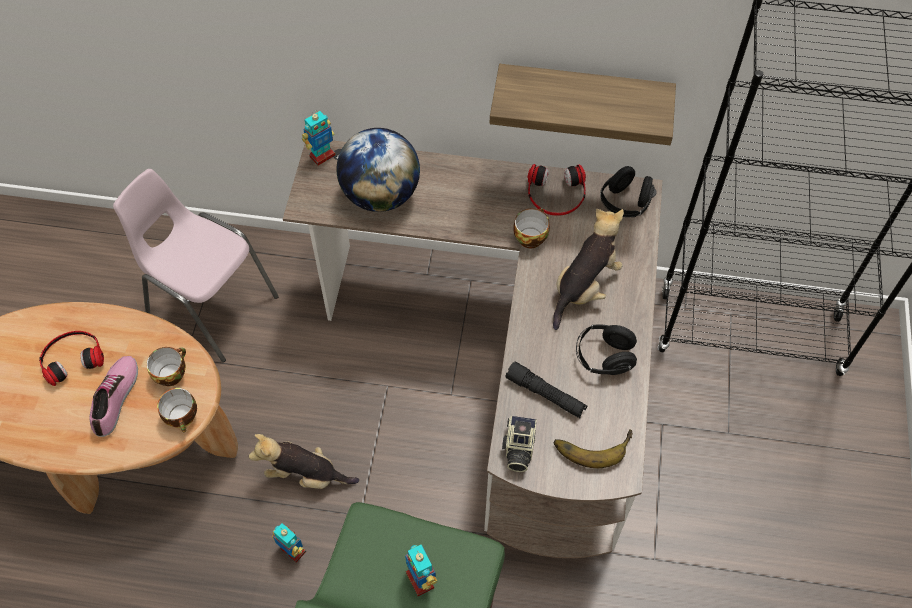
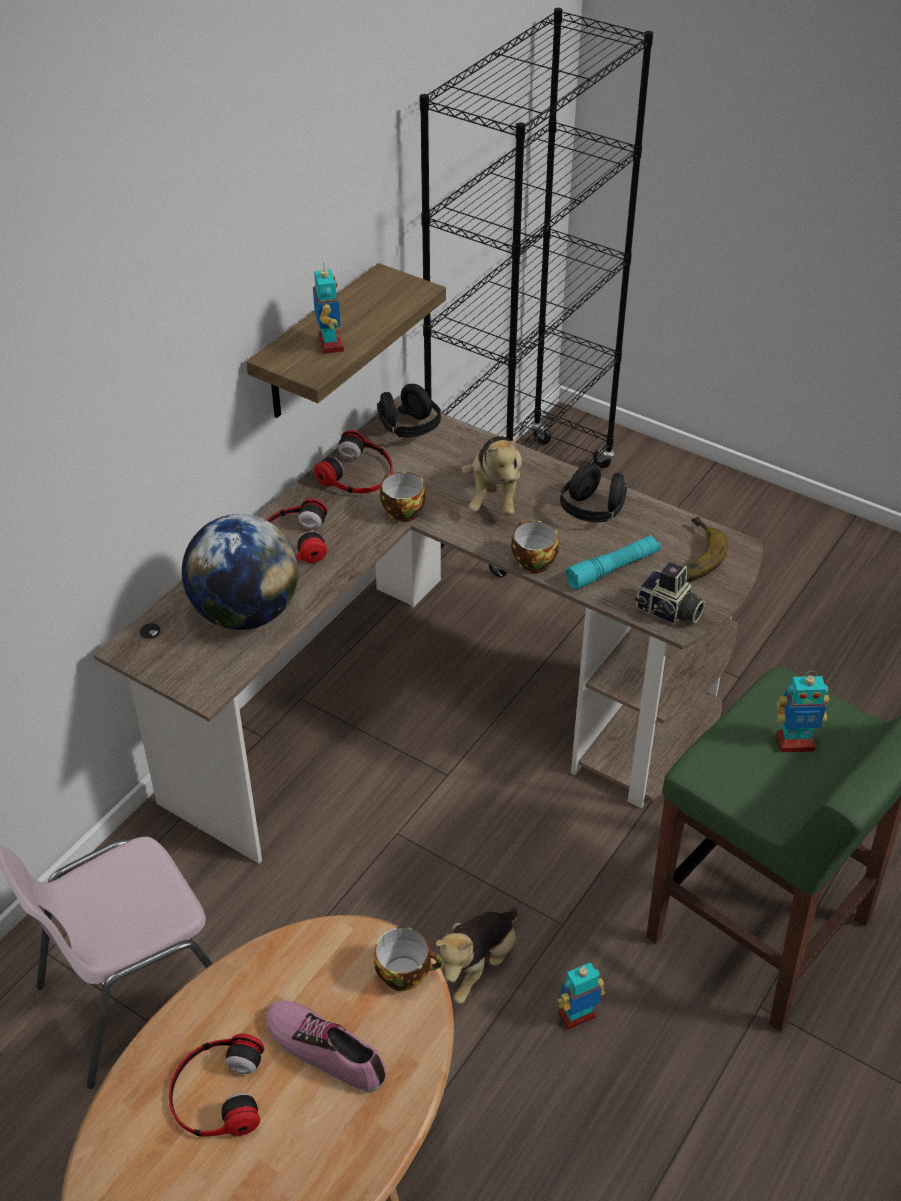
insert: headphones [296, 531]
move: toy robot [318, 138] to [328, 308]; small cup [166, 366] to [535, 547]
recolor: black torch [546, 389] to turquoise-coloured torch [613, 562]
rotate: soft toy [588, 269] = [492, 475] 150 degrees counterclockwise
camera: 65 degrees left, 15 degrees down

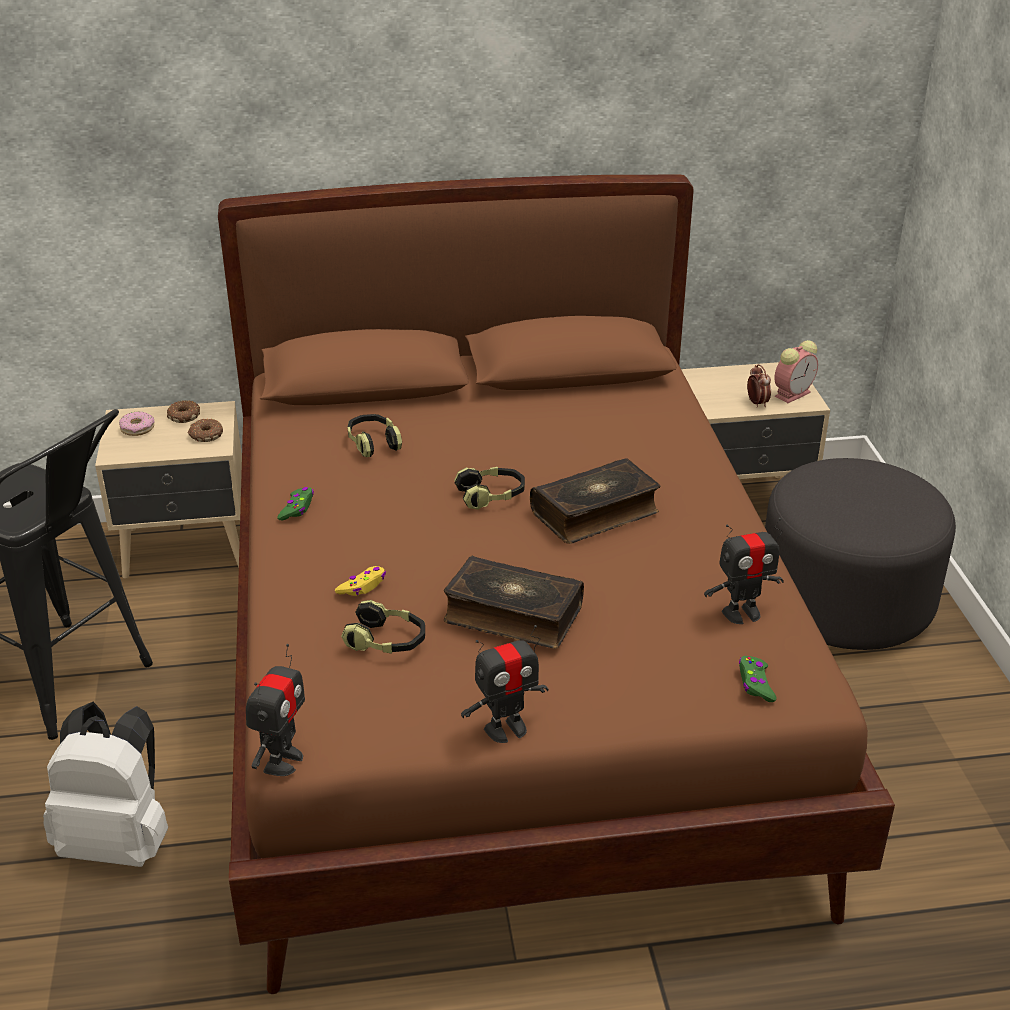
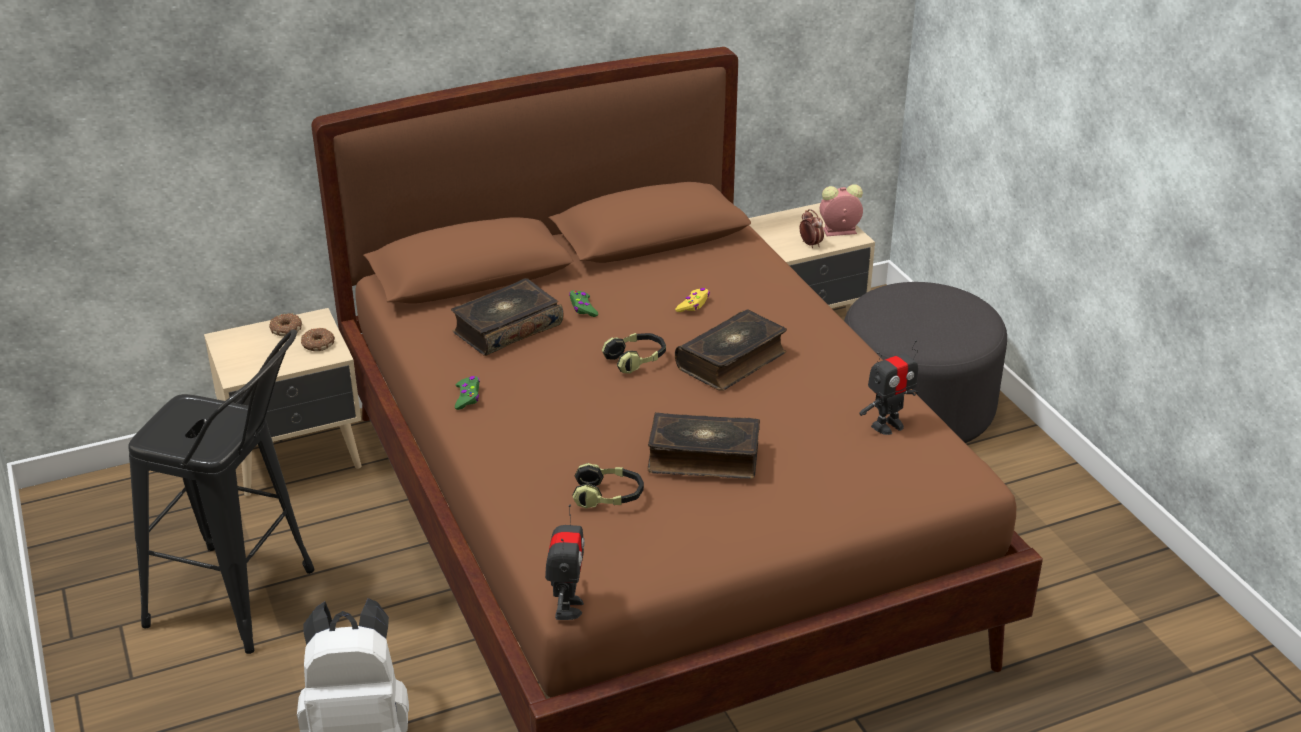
delete: ring doughnut [136, 424]; toy robot [504, 684]
move: yellow-coloured joypad [360, 581] to [692, 300]; green joypad [757, 679] to [583, 304]
replace: headphones [375, 435] to book [507, 317]
rotate: alarm clock [796, 371] = [841, 210] 135 degrees counterclockwise
camera: 15 degrees left, 0 degrees up

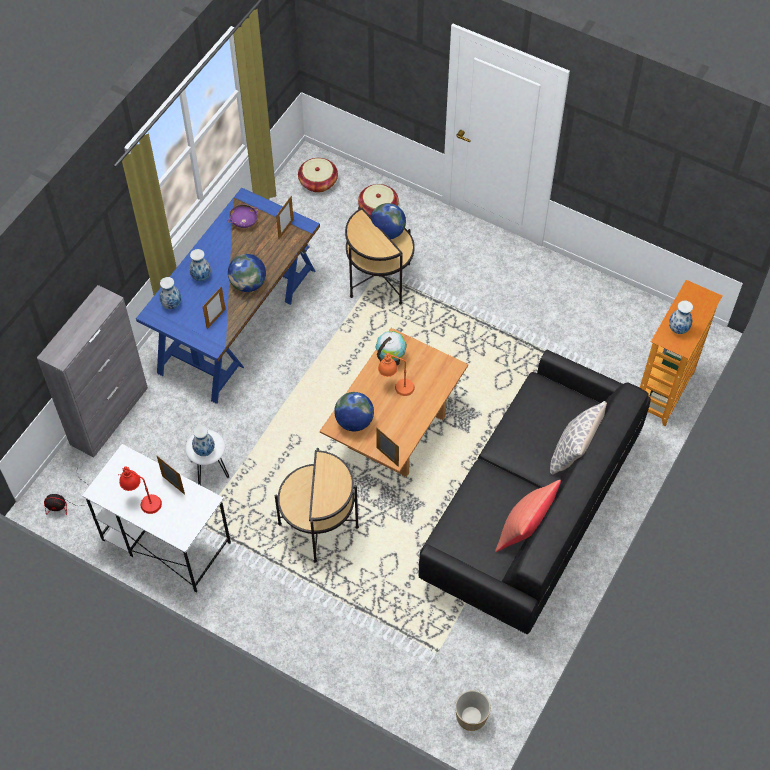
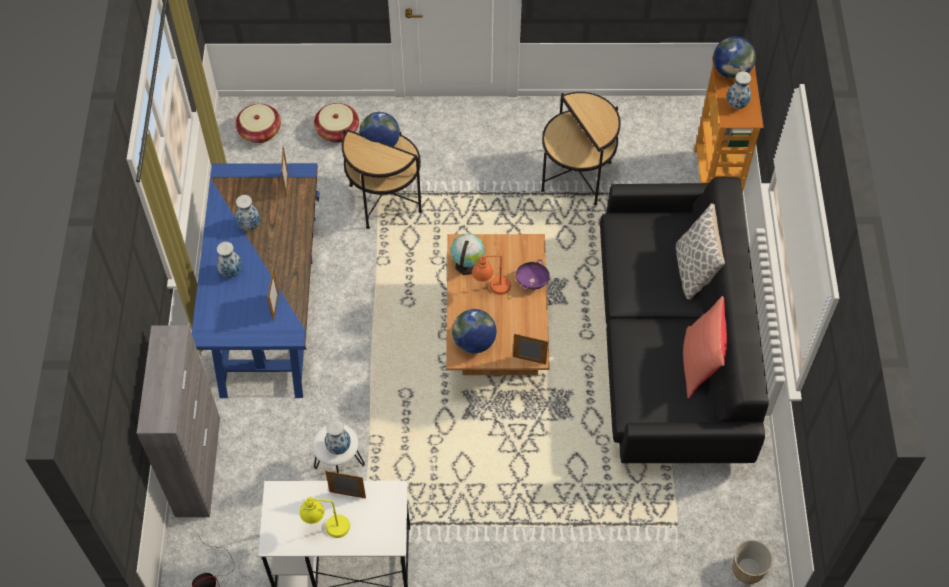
move: purple-coloured bowl [243, 216] to [532, 274]; world globe [247, 273] to [734, 57]; vase [170, 293] to [248, 213]; accent table [317, 505] to [581, 148]
recolor: red-coloured tabletop lamp [140, 490] to yellow-coloured tabletop lamp [325, 517]
camera: 30 degrees left, 0 degrees up

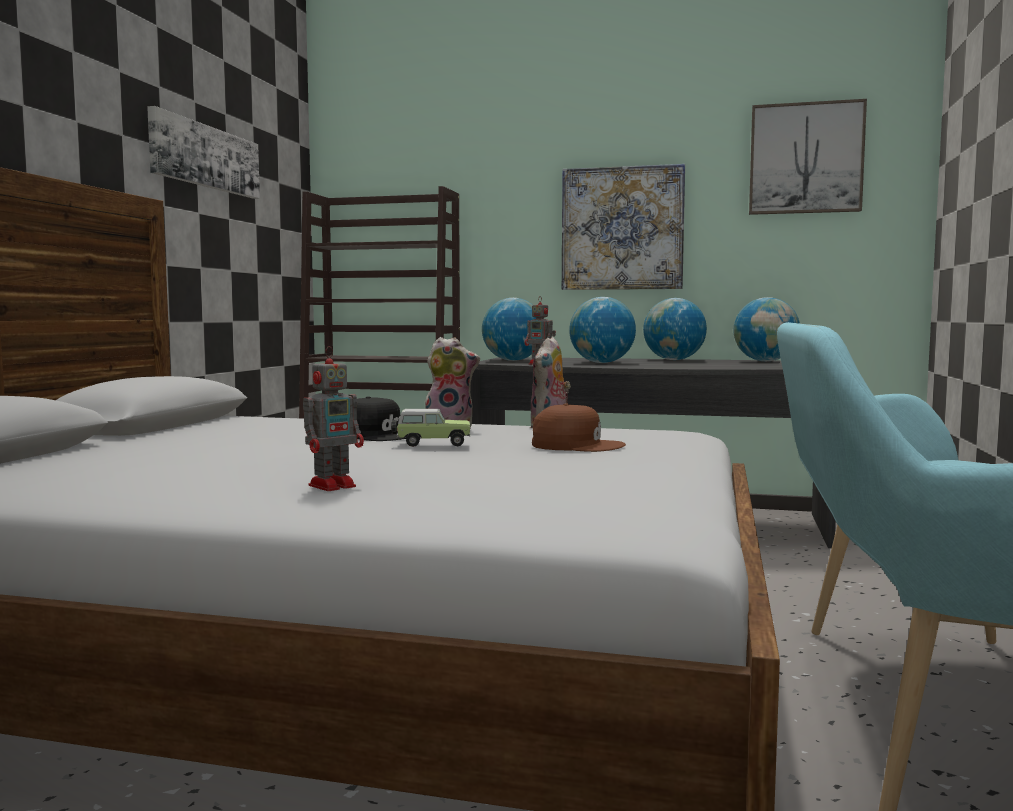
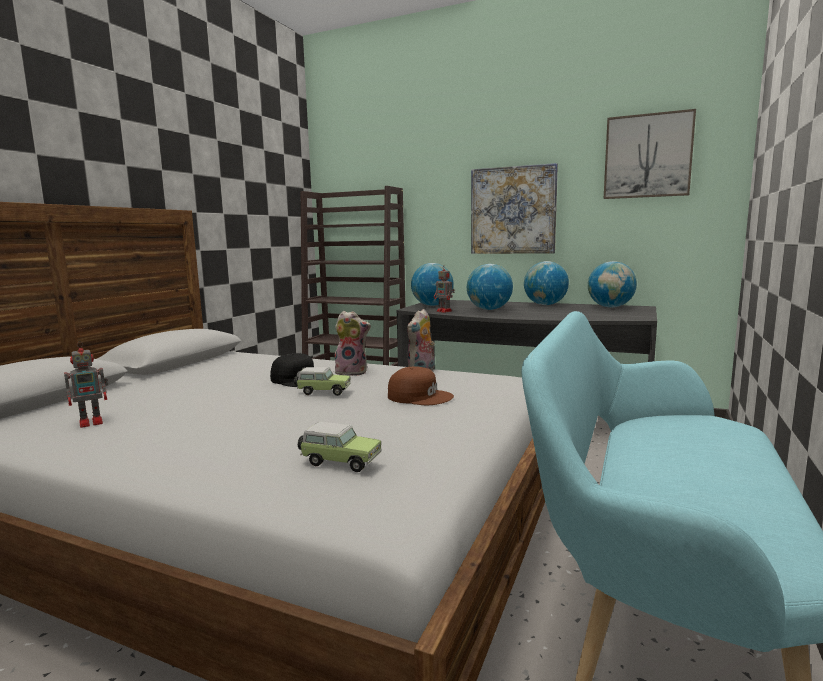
delete: wall picture [203, 152]
insert: toy car [340, 447]
move: toy robot [333, 418] to [86, 384]
camera: 10 degrees right, 5 degrees up

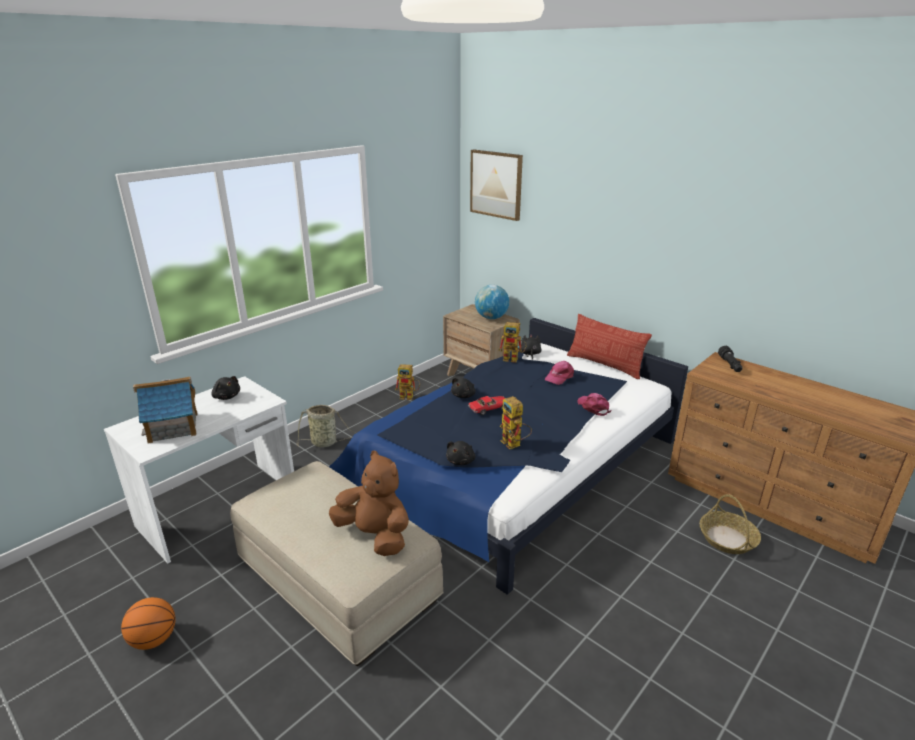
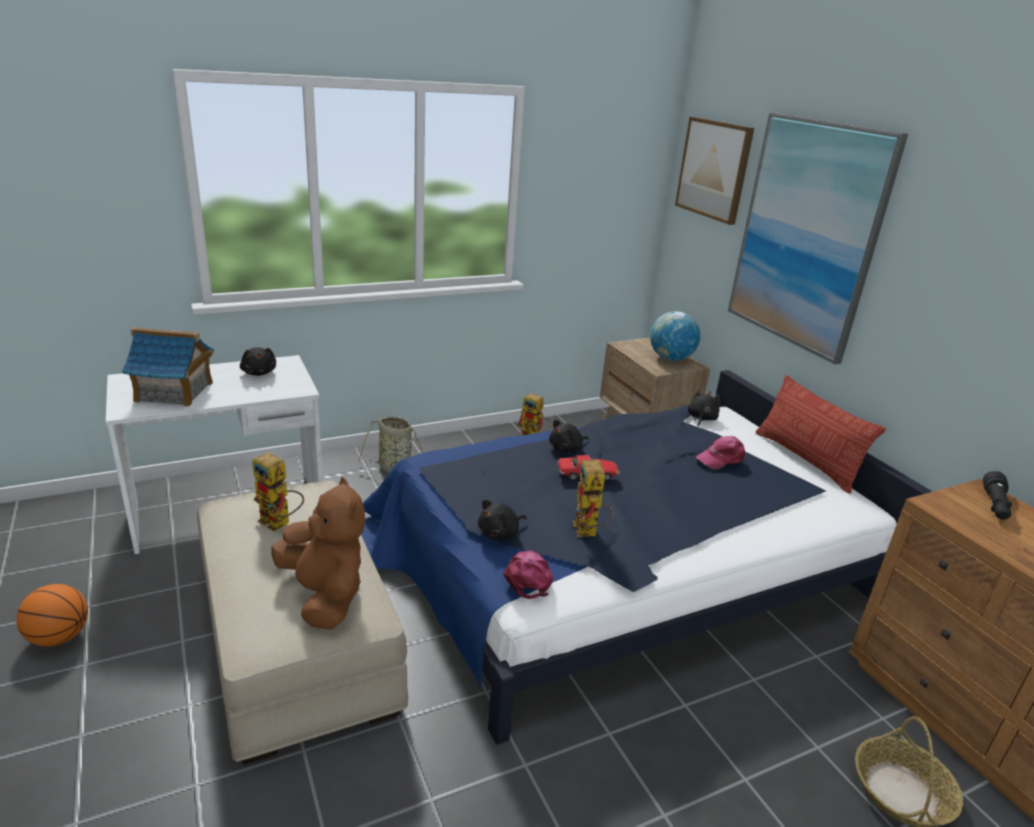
insert: wall picture [818, 238]
move: toy robot [512, 342] to [278, 492]; pinkish baseball cap [594, 404] to [528, 575]
camera: 20 degrees right, 0 degrees up

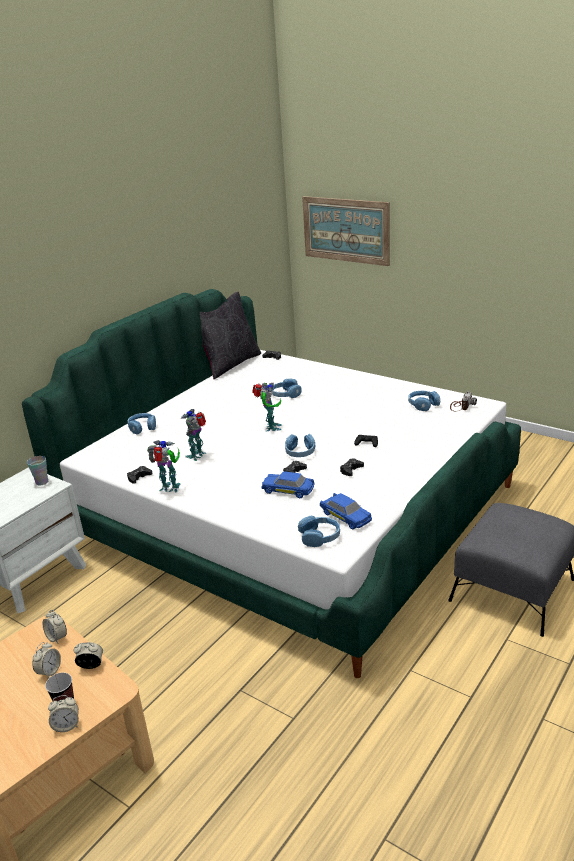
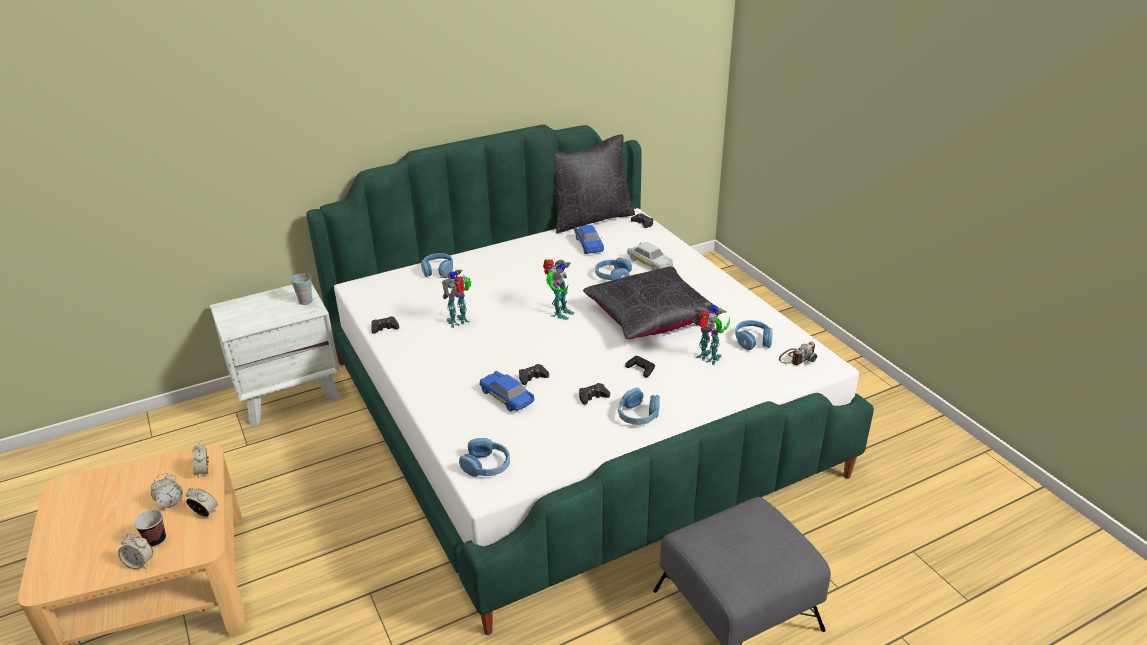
delete: wall picture [346, 231]
insert: white toy car [650, 256]; black cushion [653, 302]
move: bluish headphones [300, 445] to [639, 406]; toy robot [164, 466] to [711, 334]; bluish toy car [346, 511] to [589, 239]
camera: 25 degrees right, 5 degrees up

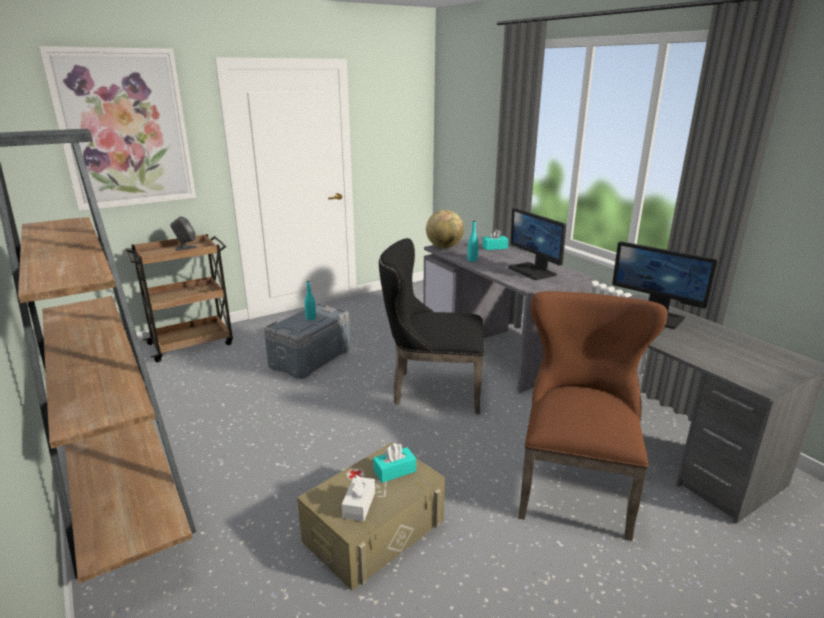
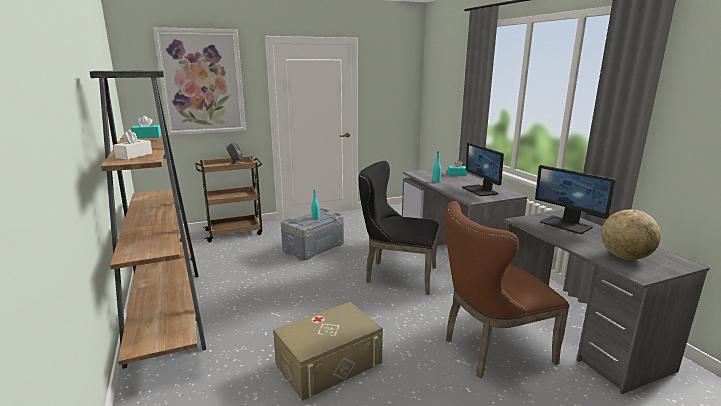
move: world globe [445, 229] to [631, 234]; turquoise-coloured tissue holder [394, 463] to [146, 127]; white tissue holder [358, 498] to [132, 145]
rotate: brown upright chair [593, 416] = [507, 289] 135 degrees counterclockwise
camera: 10 degrees right, 5 degrees down

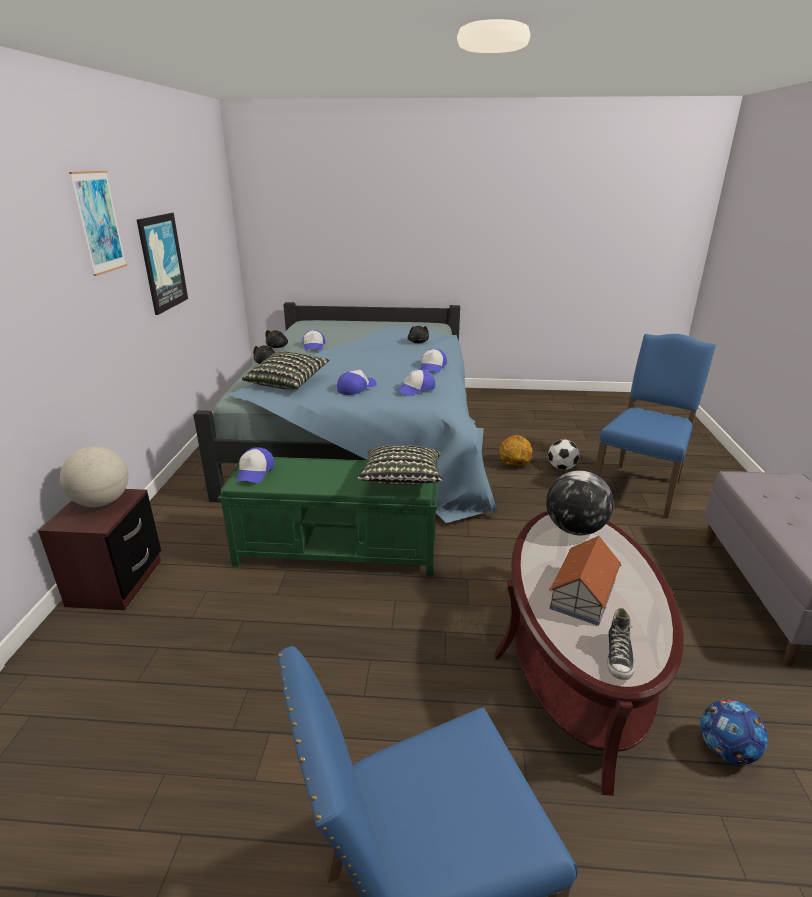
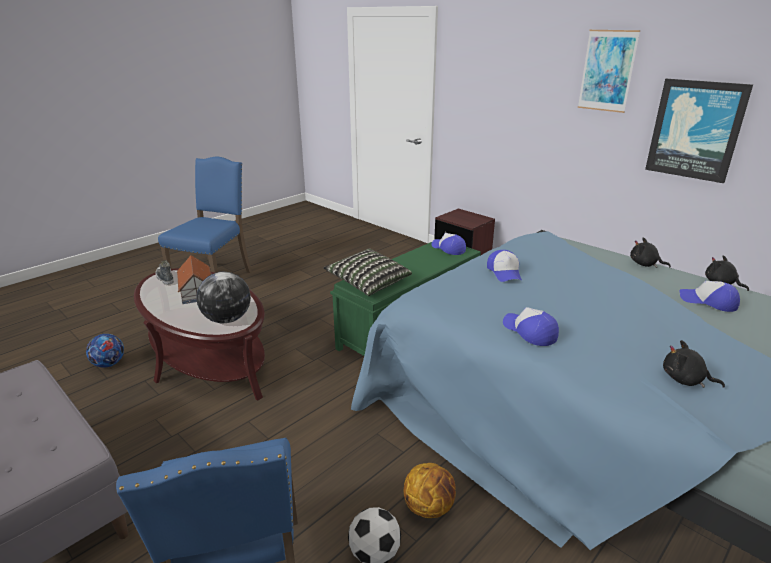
delete: cushion [285, 371]; baseball cap [415, 382]; world globe [94, 477]
camera: 130 degrees right, 0 degrees up

